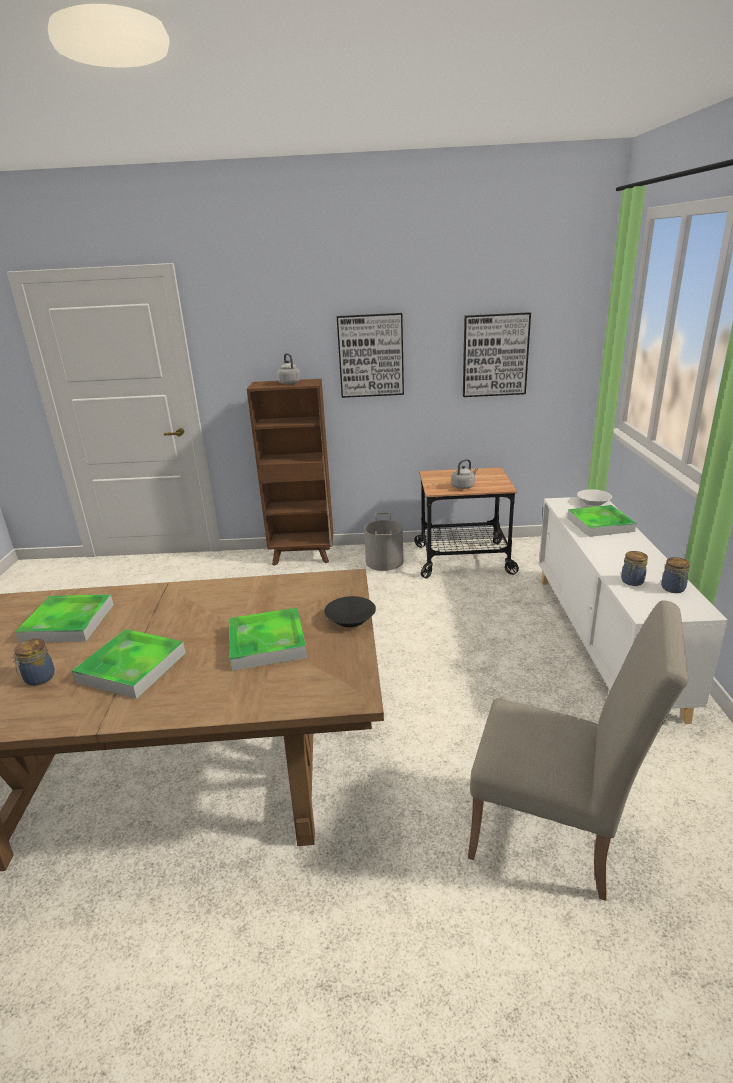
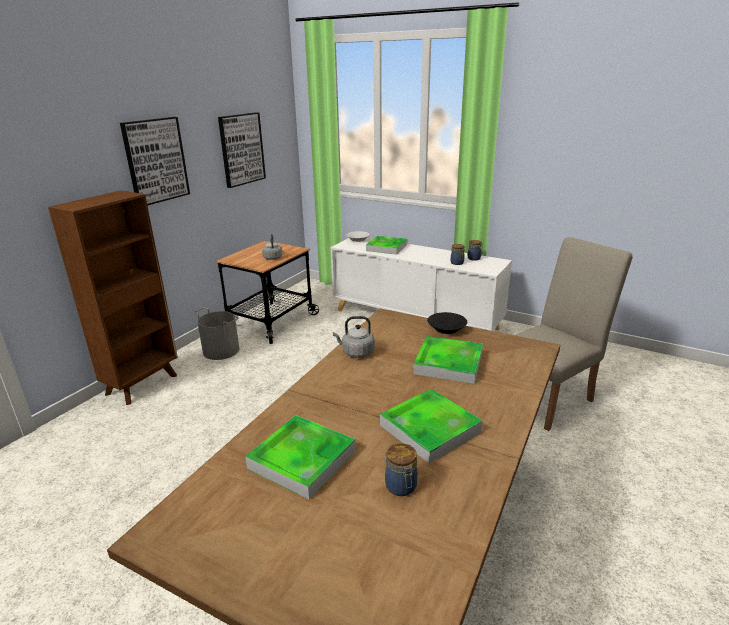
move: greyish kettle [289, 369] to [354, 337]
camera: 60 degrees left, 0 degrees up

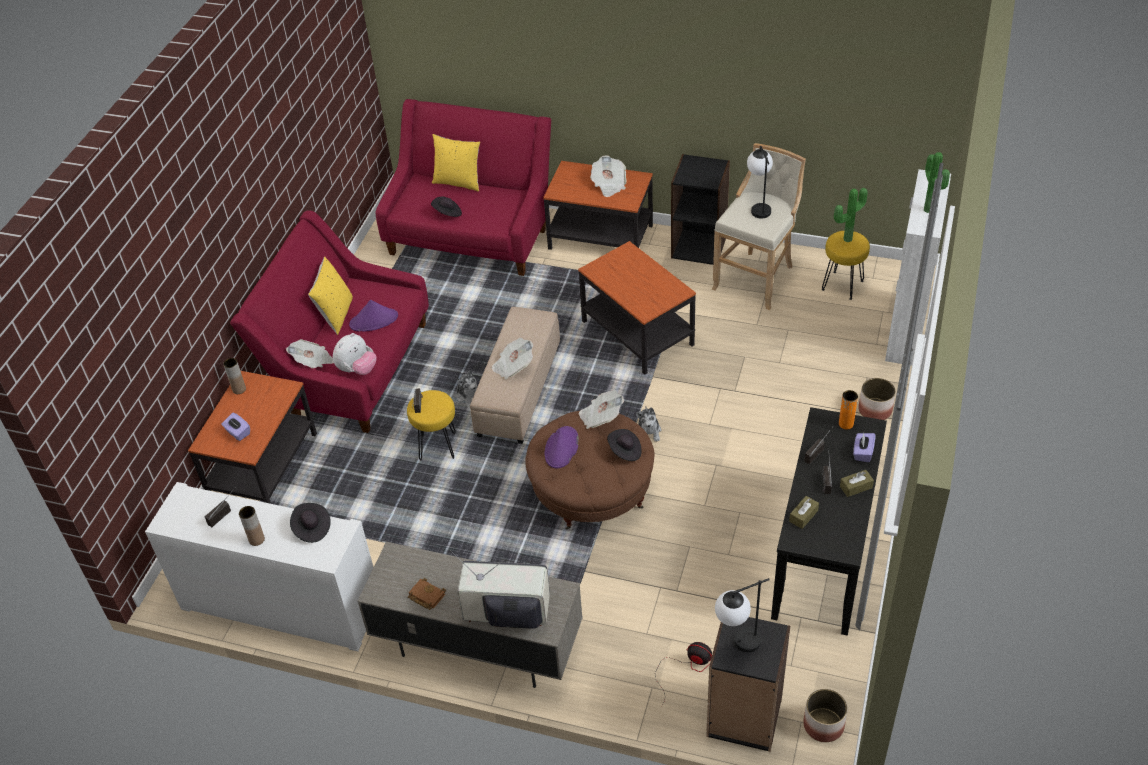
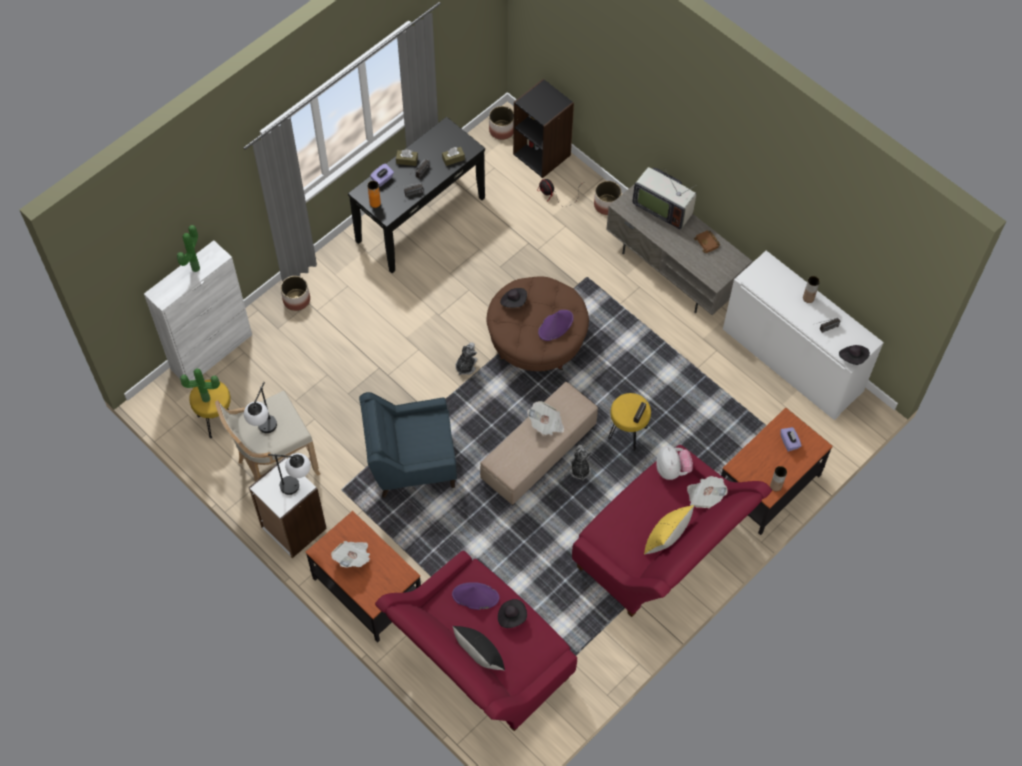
delete: daily paper [601, 409]
insert: planter [608, 198]
move: purple-coloured hat [373, 316] to [475, 596]; black hat [310, 523] to [854, 355]; tabletop lamp [742, 615] to [289, 474]
replace: accent table [637, 308] to bluish armchair [408, 445]
recolor: yellow-coloured cushion [456, 162] to black cushion [479, 648]; black shelving unit [700, 209] to white shelving unit [288, 507]
rotate: soft toy [355, 354] = [674, 462] 105 degrees clockwise
camera: 155 degrees left, 15 degrees up

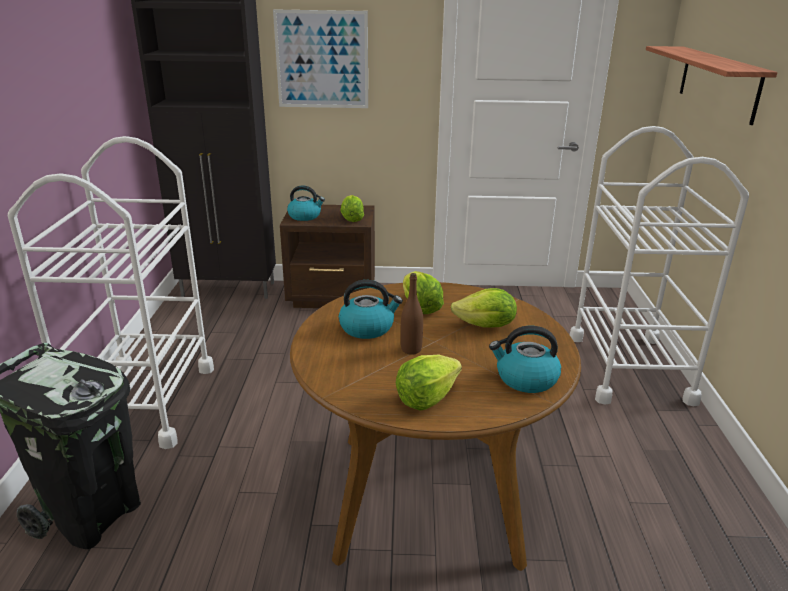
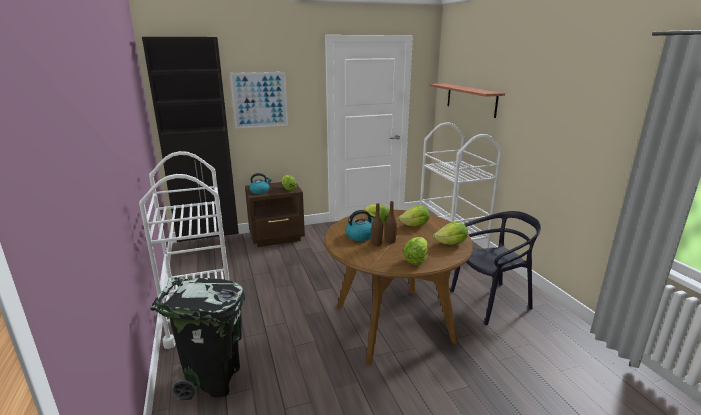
insert: brown bottle [377, 224]; black upright chair [495, 268]
replace: kettle [525, 359] to head of lettuce [450, 233]
camera: 20 degrees left, 5 degrees down

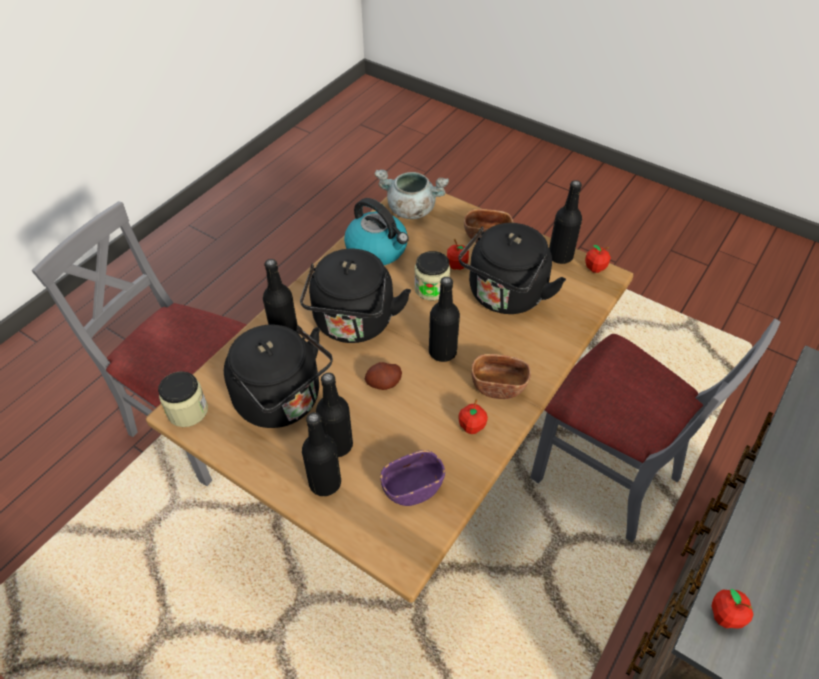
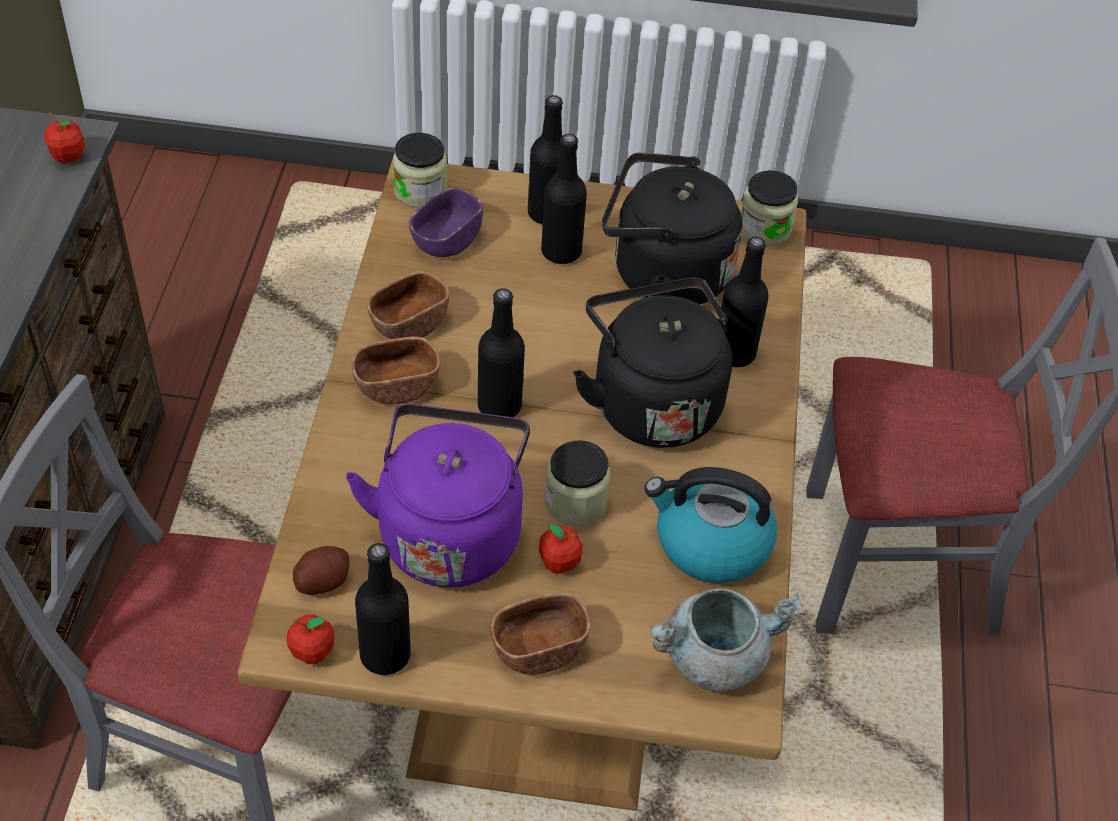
insert: preserve jar [420, 170]
move: potato [383, 376] to [321, 570]
replace: apple [473, 416] to brown bowl [408, 305]
recolor: black kettle [512, 268] to purple-coloured kettle [438, 495]
camera: 150 degrees right, 0 degrees up

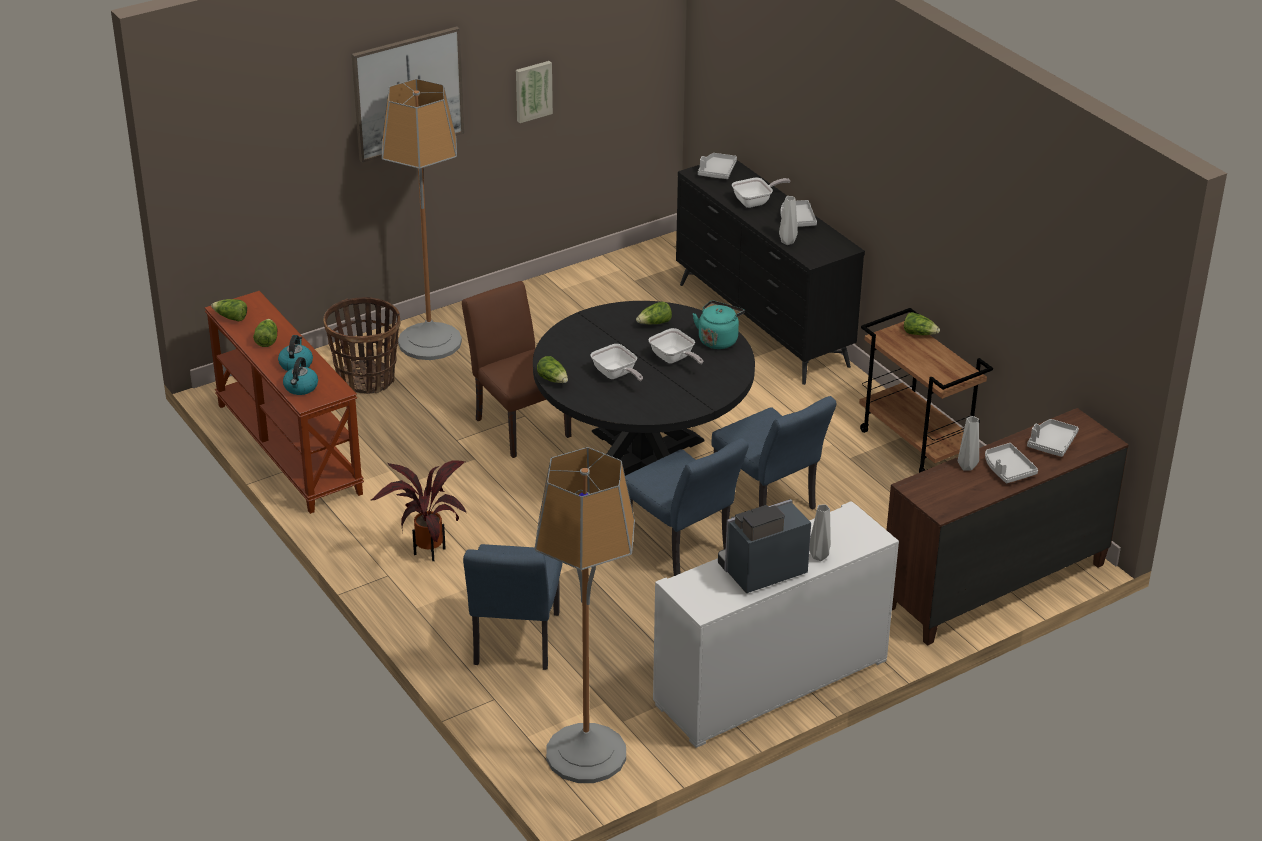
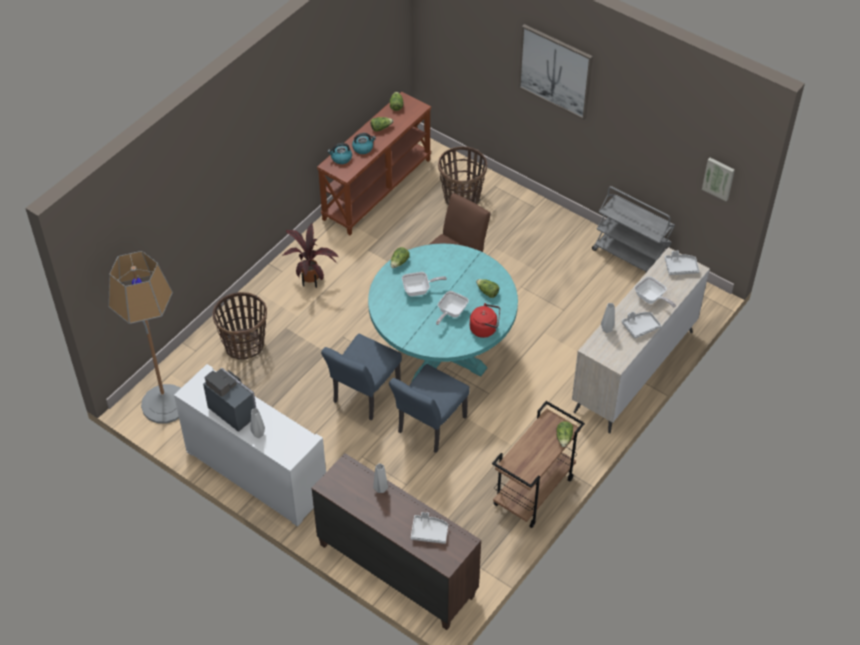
delete: standing lamp [422, 219]; greyish tray [1011, 463]
insert: greyish cart [633, 229]
move: wall picture [534, 92] to [718, 179]
replace: bluish upright chair [512, 607] to household basket [239, 326]
recolor: black chest of drawers [770, 272] to beige chest of drawers [641, 340]; black kitchen table [644, 388] to turquoise-coloured kitchen table [443, 312]; turquoise-coloured kettle [719, 325] to red-coloured kettle [485, 320]
rotate: frying pan [617, 362] = [424, 284] 135 degrees counterclockwise
camera: 70 degrees right, 15 degrees up

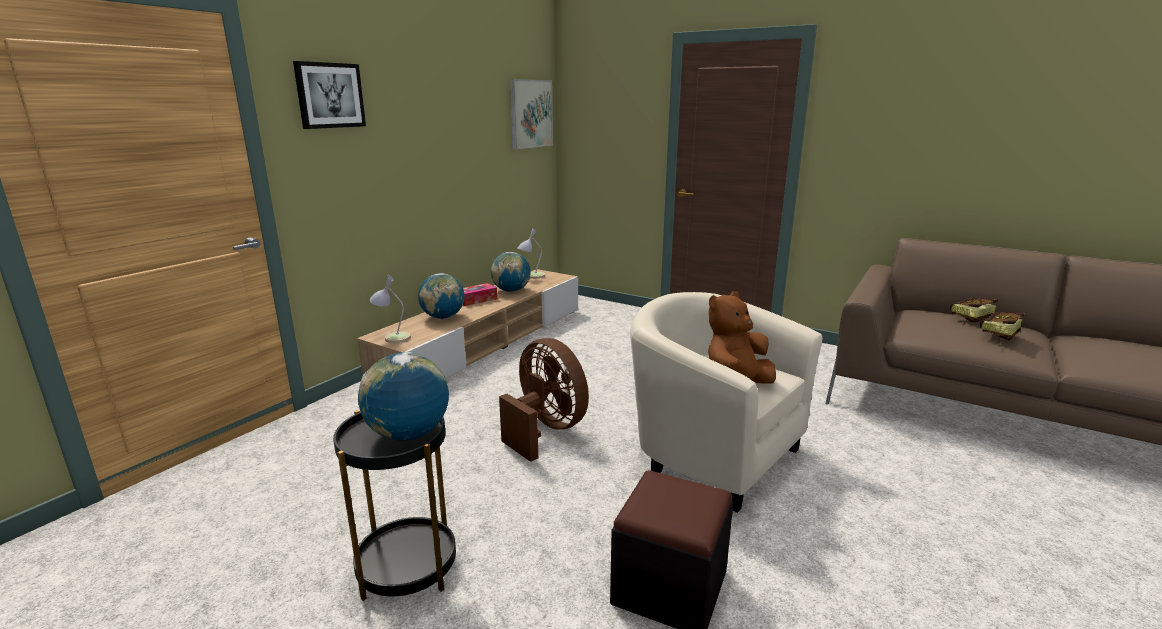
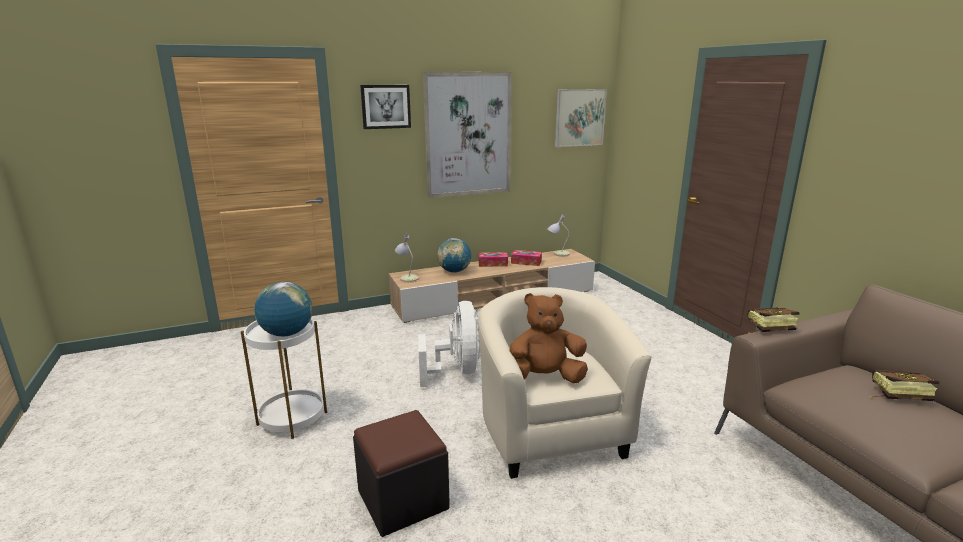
insert: wall picture [467, 135]
move: book [1002, 328] to [773, 320]
replace: world globe [511, 272] to tissue holder [526, 258]
recolor: brown cooling fan [544, 400] to white cooling fan [449, 344]; black accent table [394, 505] to white accent table [284, 378]
camera: 35 degrees right, 0 degrees up

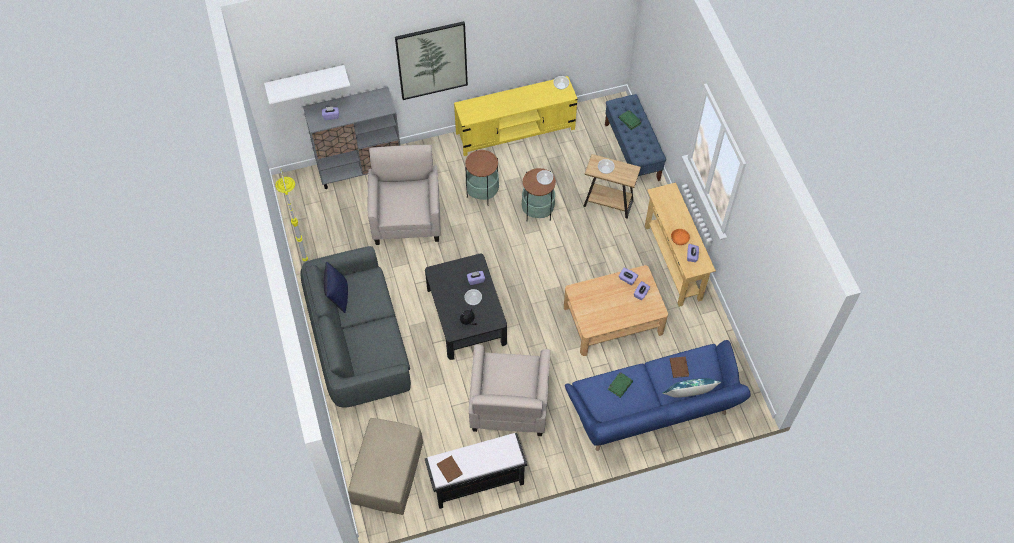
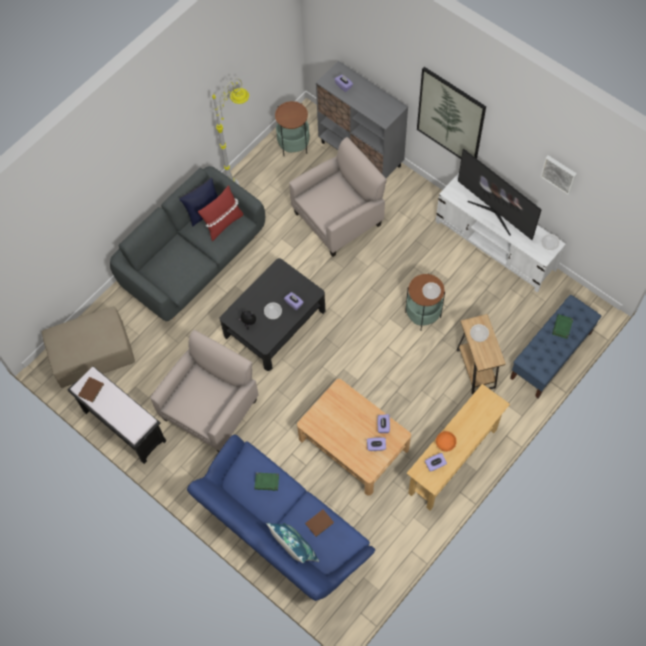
delete: white shelf [307, 84]
insert: TV [500, 194]; wall picture [558, 175]; red-coloured cushion [220, 213]
move: accent table [482, 178] to [292, 128]
recolor: yellow-coloured media console [516, 116] to white media console [501, 233]
rotate: beige armchair [509, 390] = [204, 391] 150 degrees clockwise
camera: 60 degrees right, 5 degrees up

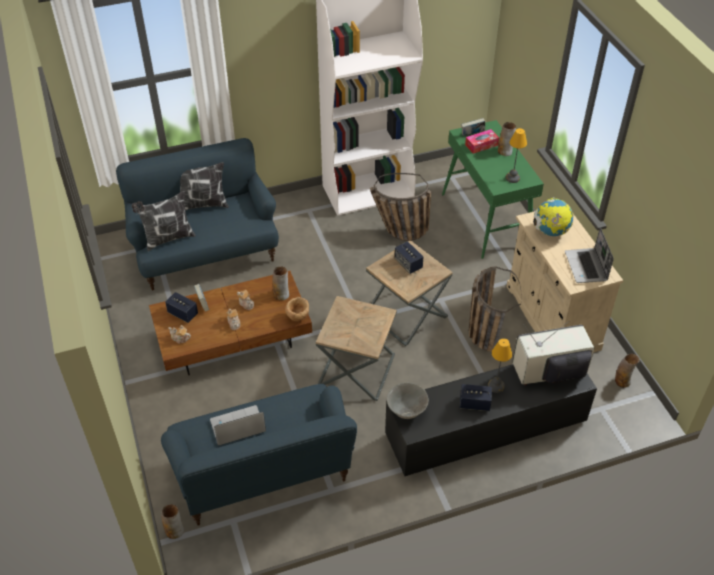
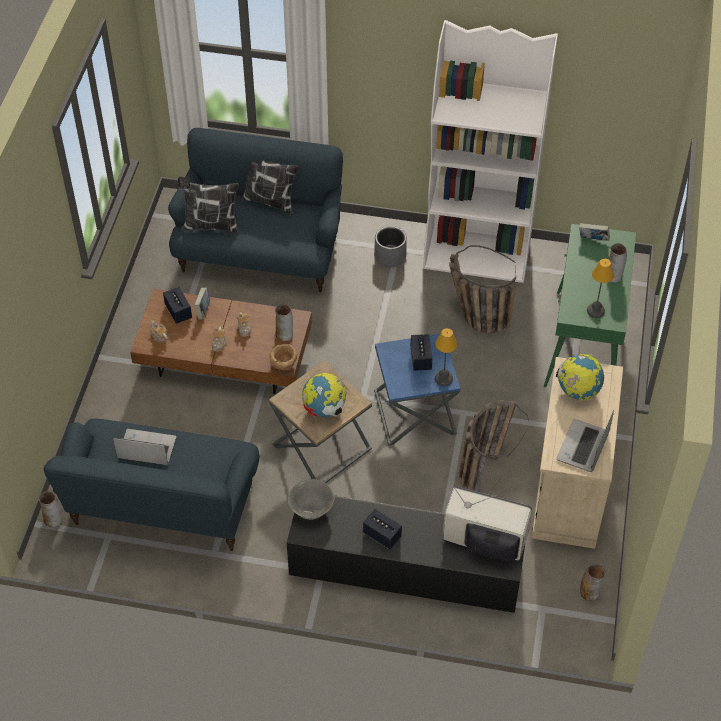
delete: tissue holder [482, 141]
insert: greyish planter [390, 246]; world globe [324, 395]
move: tabletop lamp [500, 365] to [446, 357]
recolor: brown accent table [409, 293] to bluish accent table [417, 390]
camera: 30 degrees right, 5 degrees up

